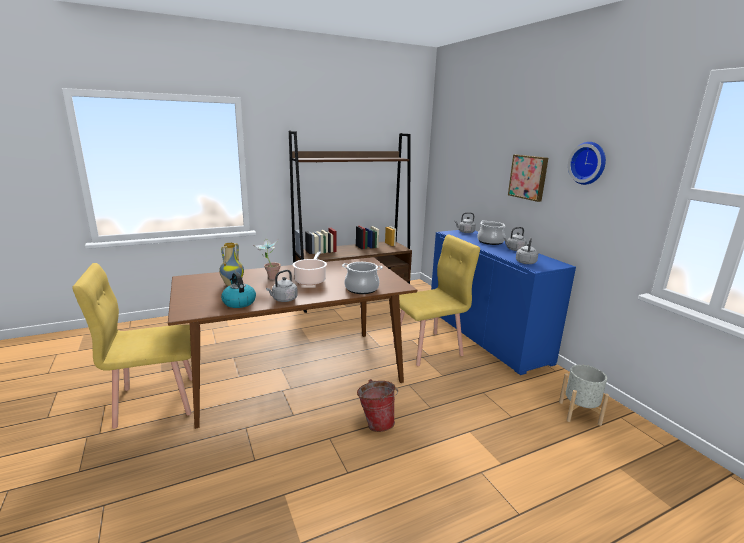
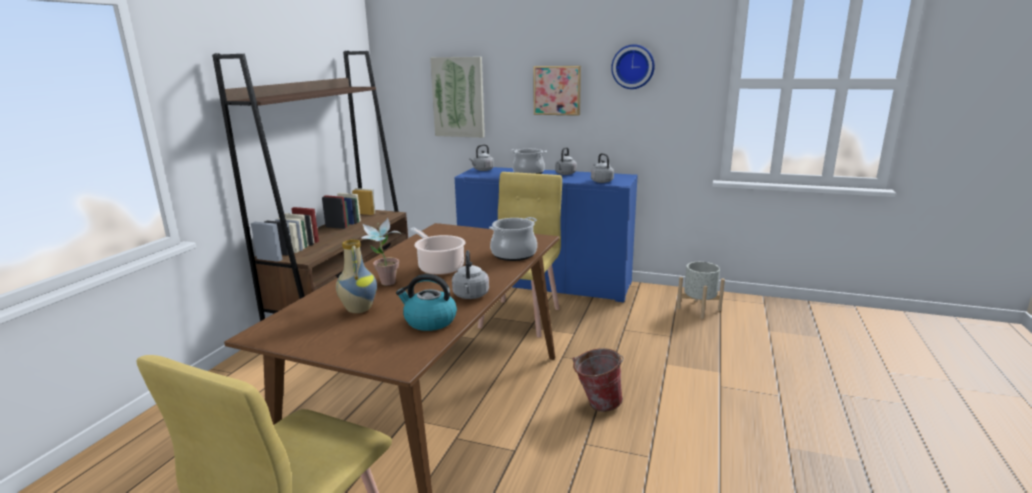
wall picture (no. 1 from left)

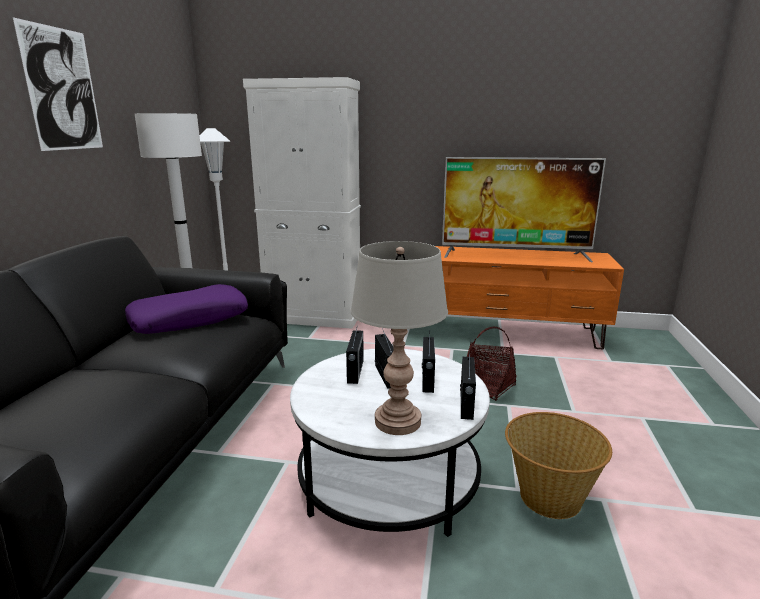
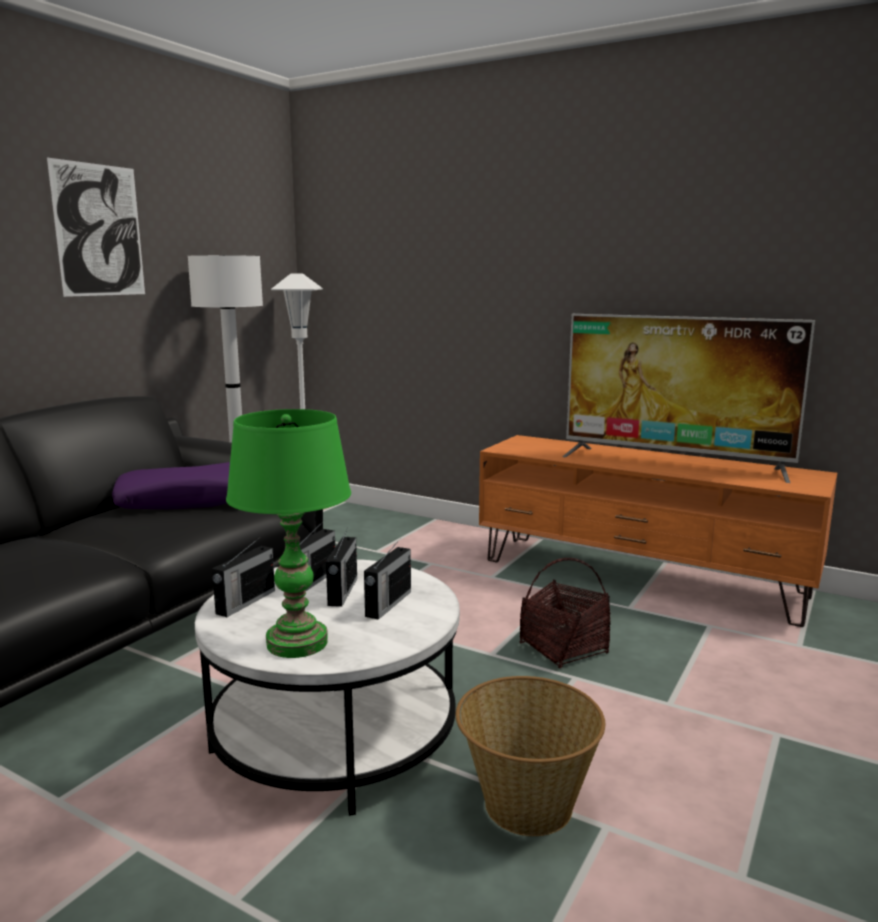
cupboard (whitish); table lamp (green); radio receiver (no. 1 from left)

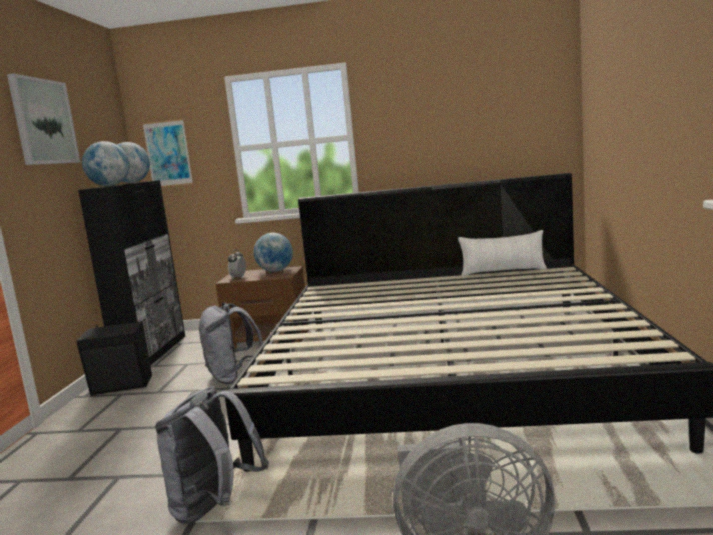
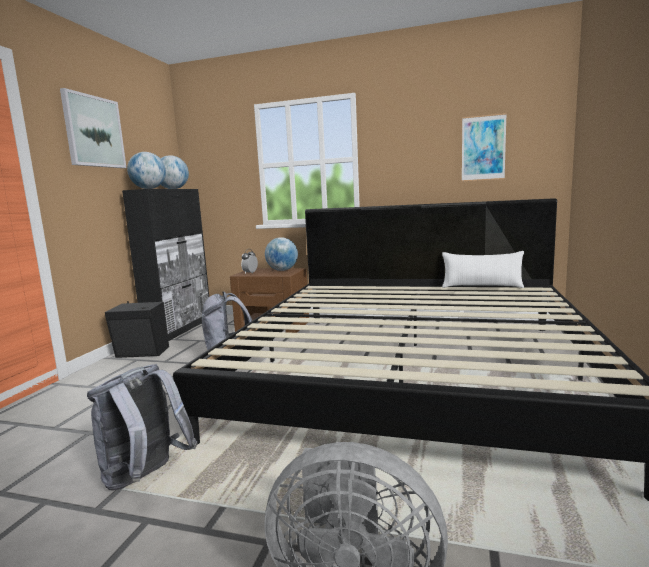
wall picture (no. 2 from left)

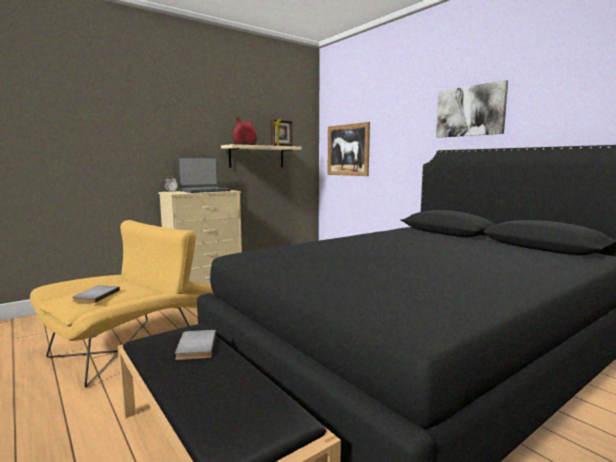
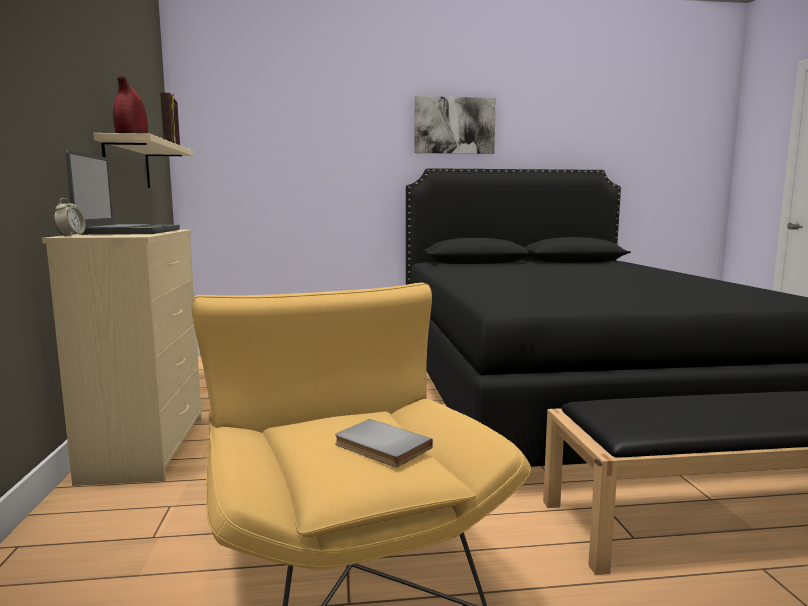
bound book (grey) (no. 2 from left in the first image); wall picture (no. 1 from left in the first image)

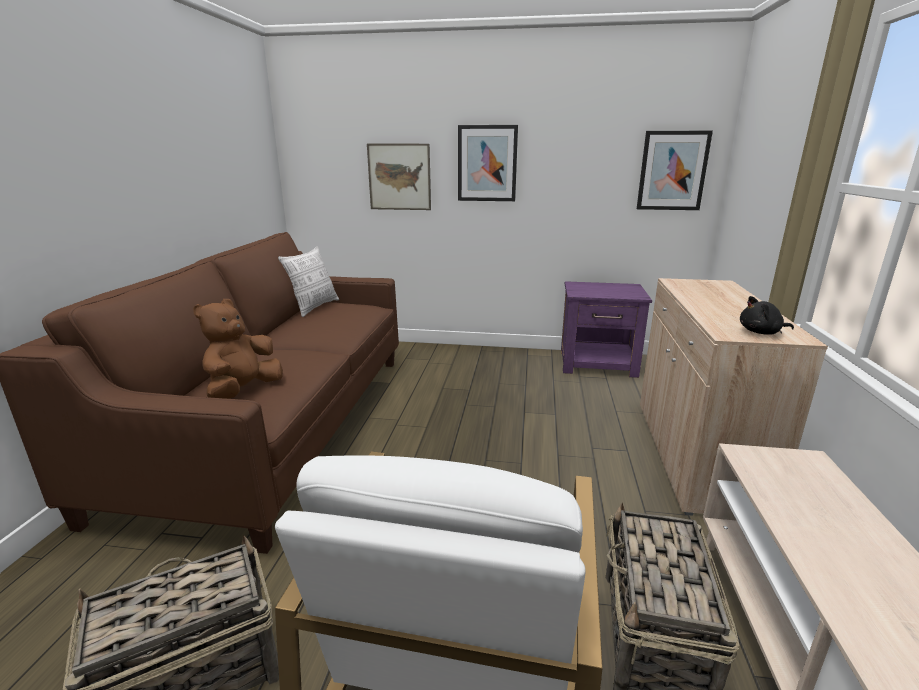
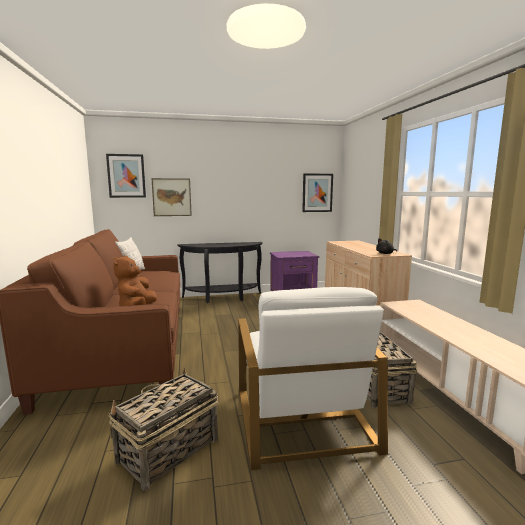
wall picture (no. 1 from left); console table (blackish)

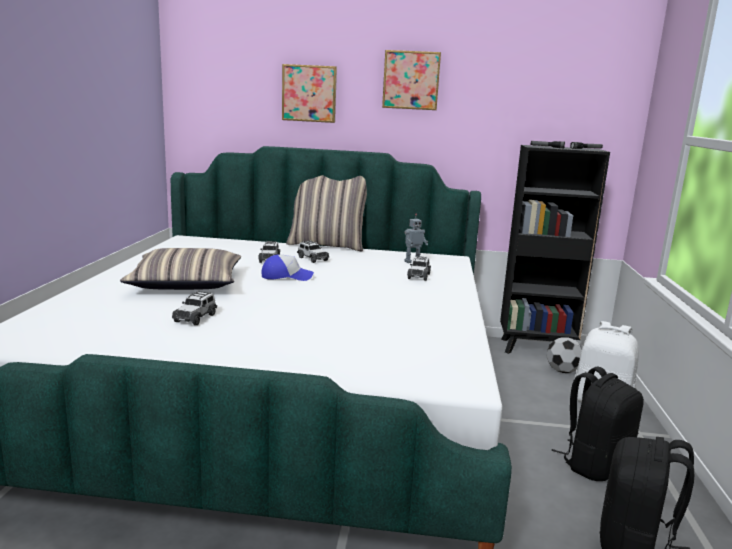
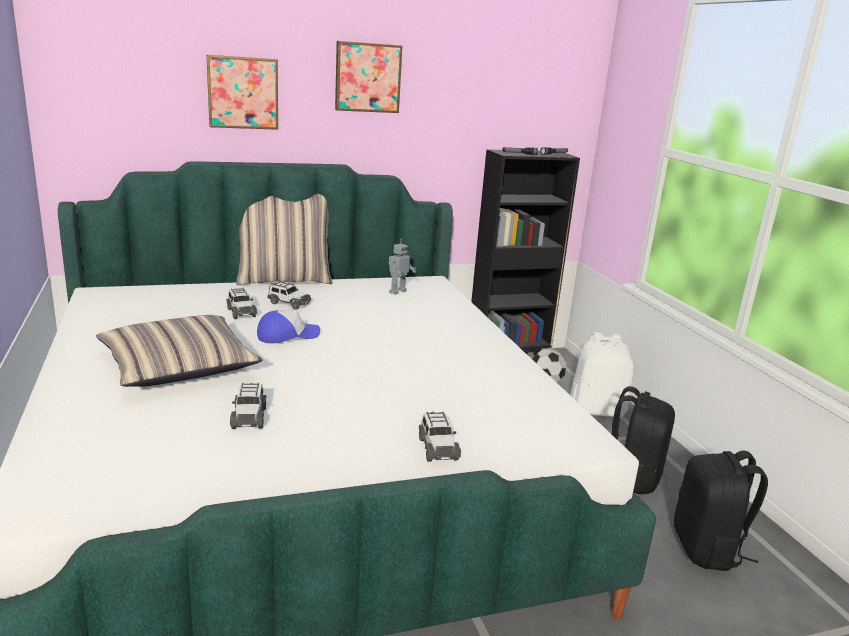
toy car (no. 4 from left)

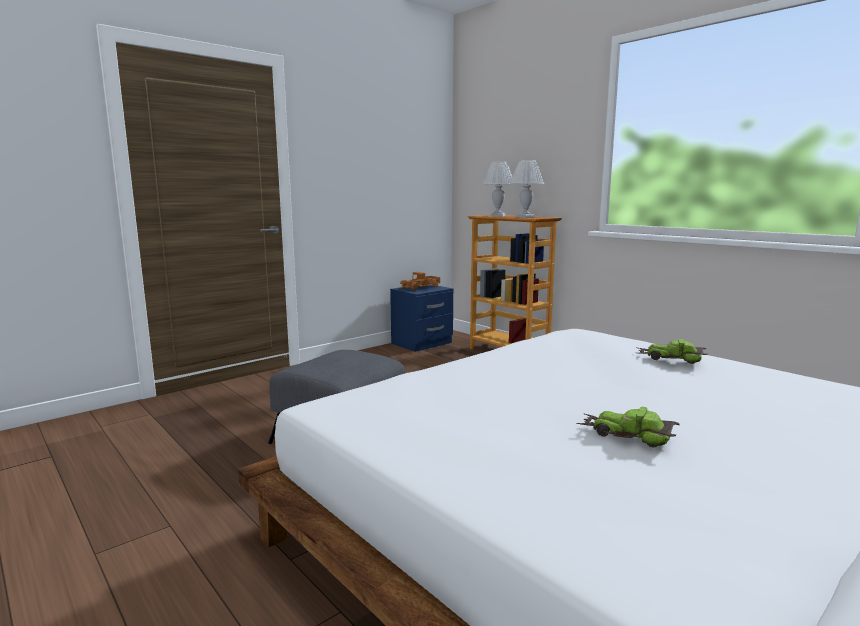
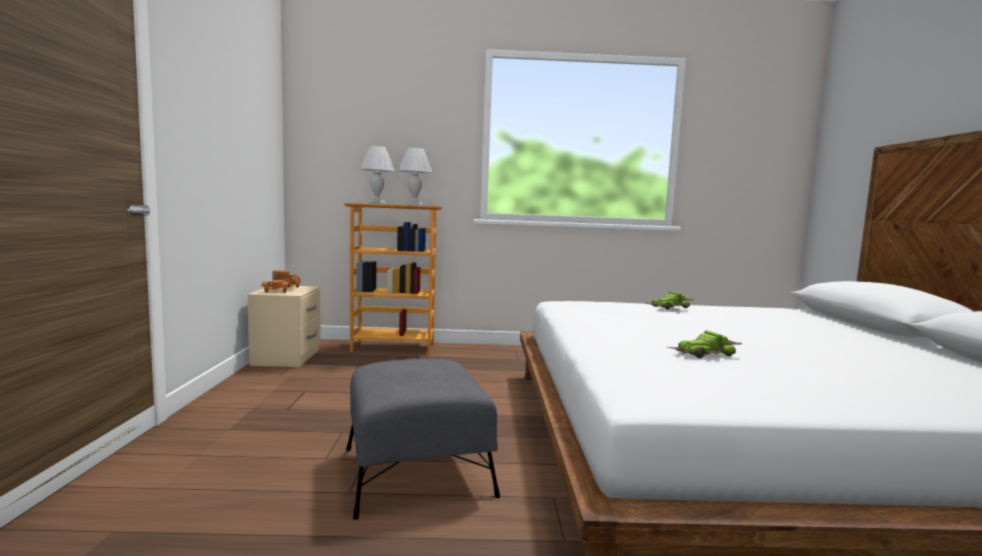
bedside table (beige); toy car (no. 2 from left)

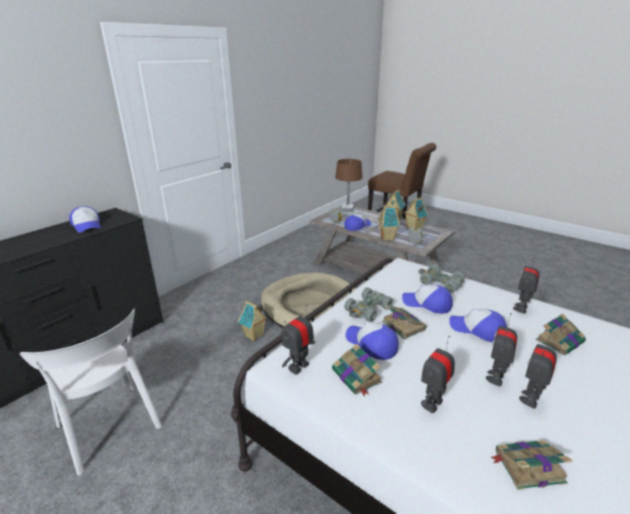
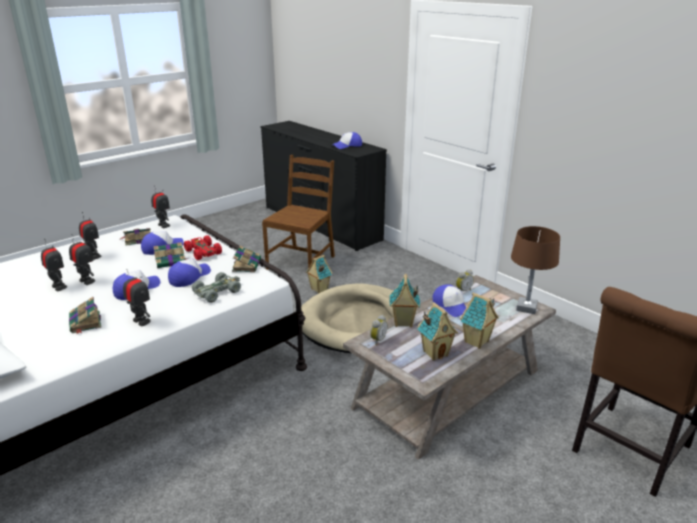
upright chair (whitish); toy car (reddish); bound book (no. 4 from left); upright chair (brownish) (no. 1 from left)

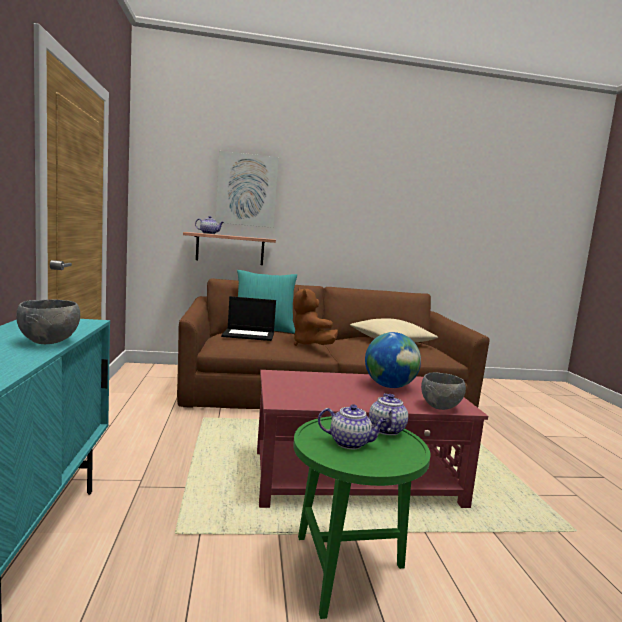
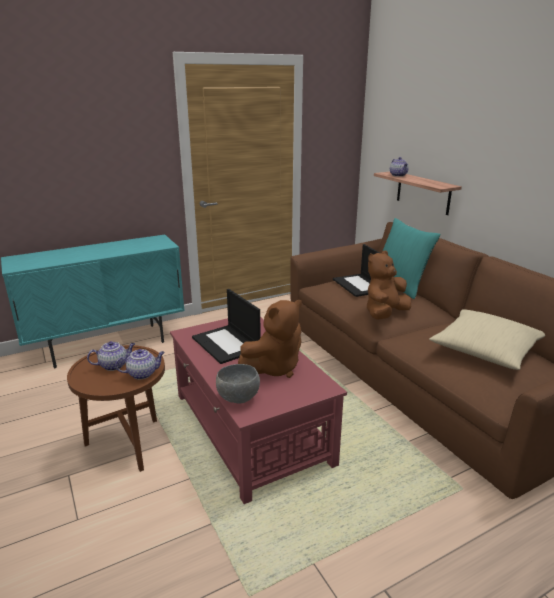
serving bowl (grey) (no. 1 from left in the first image); wall picture; side table (brownish); tea pot (no. 1 from left); soft toy (brownish) (no. 1 from left); notebook computer (no. 1 from left)

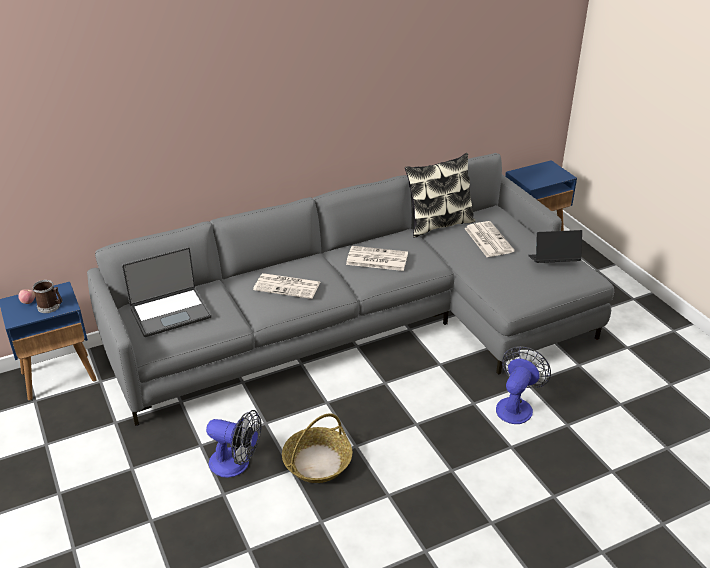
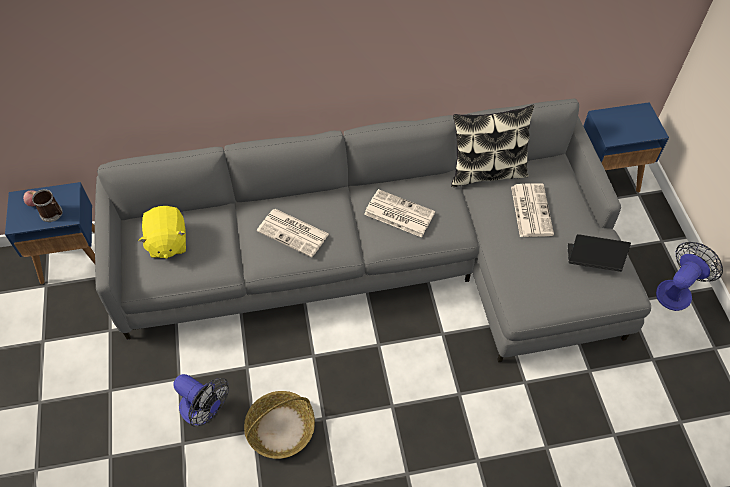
soft toy (yellowish); cooling fan (no. 2 from left)

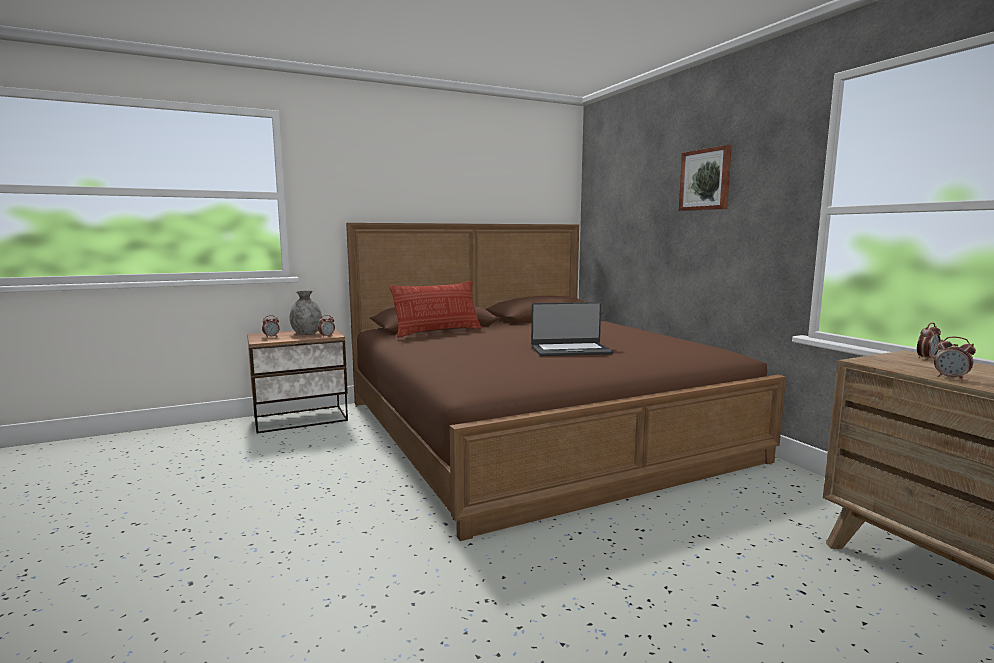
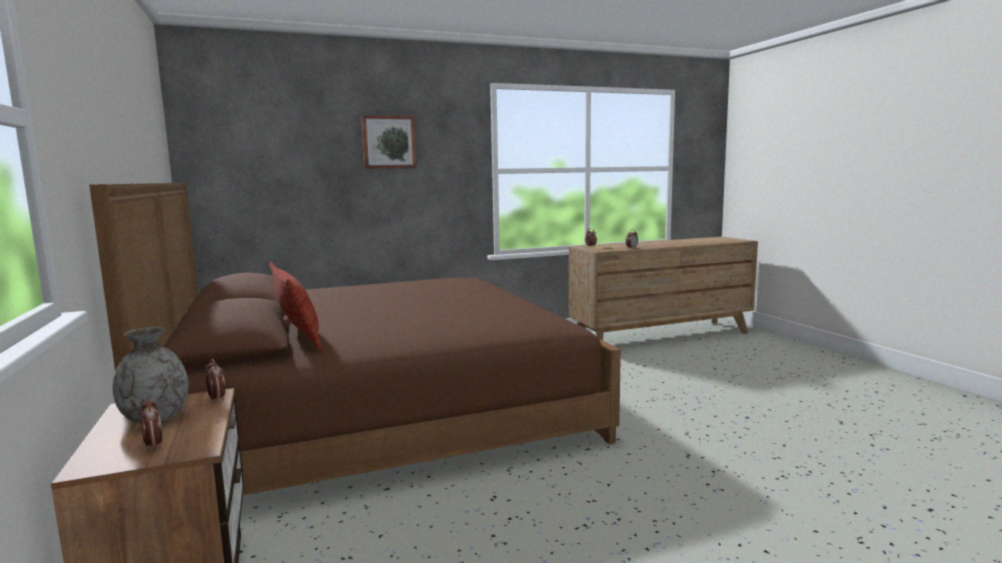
notebook computer

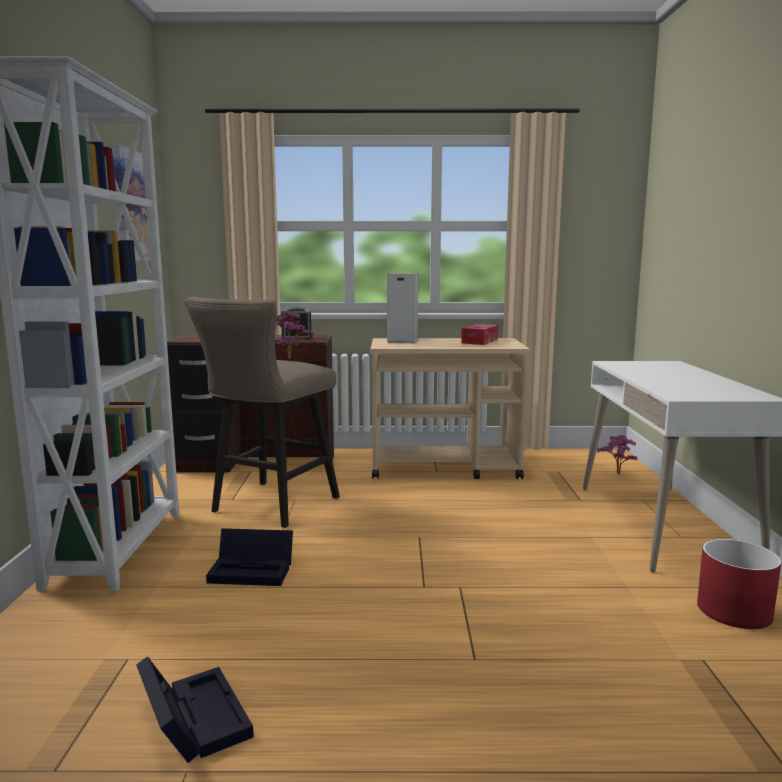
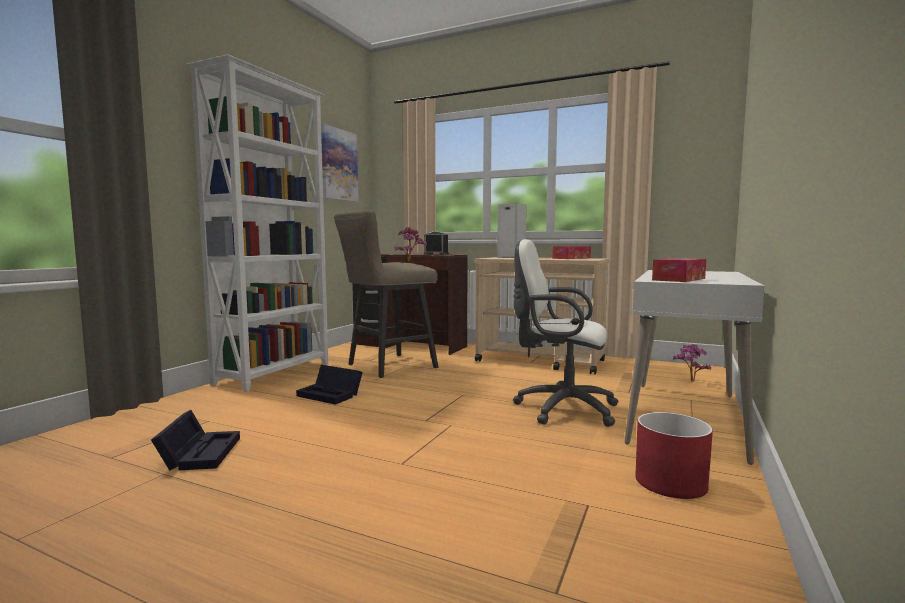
computer chair (whitish); tissue box (no. 2 from left)

